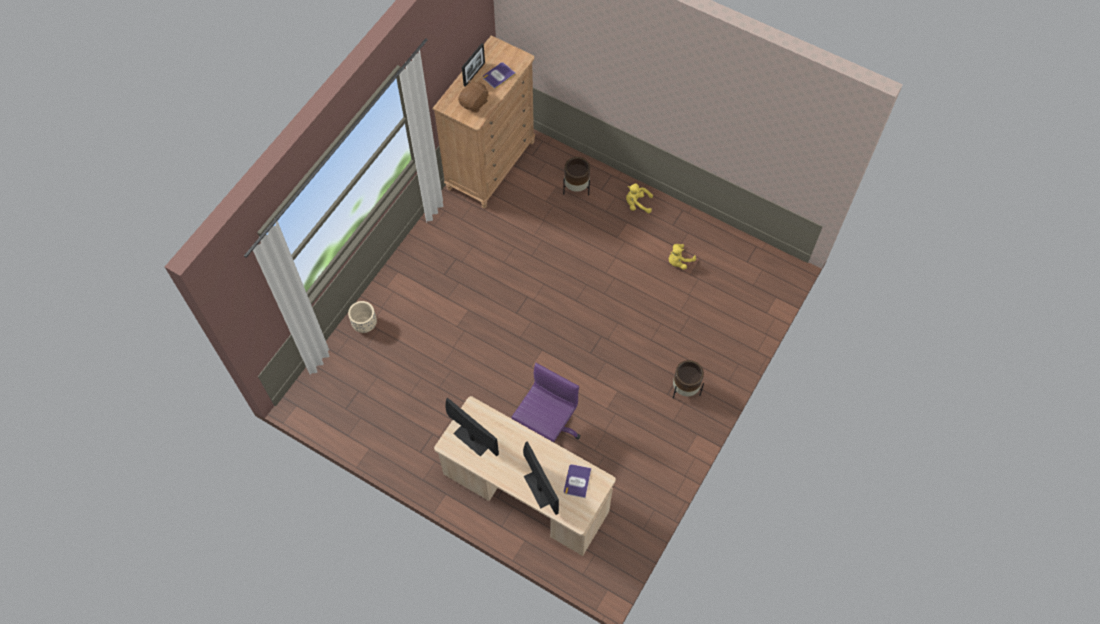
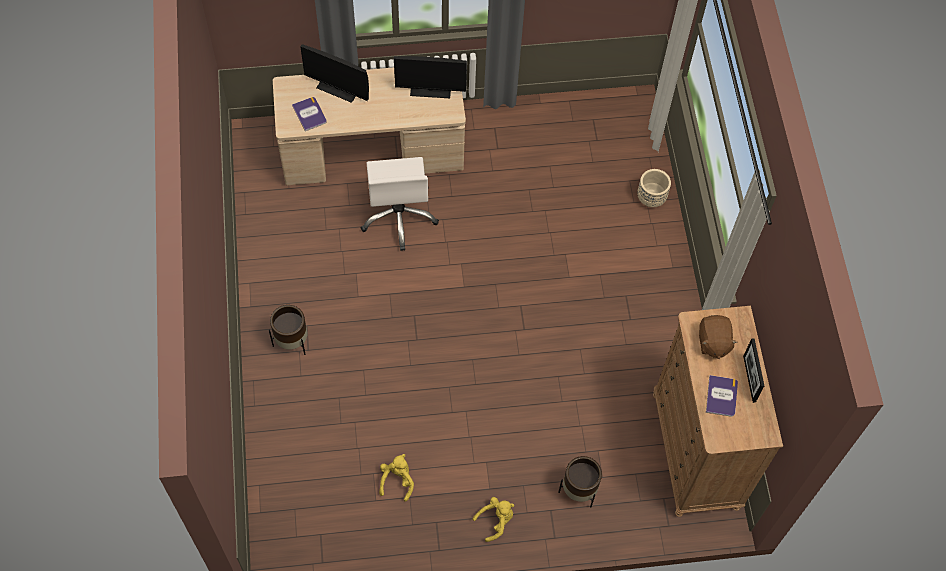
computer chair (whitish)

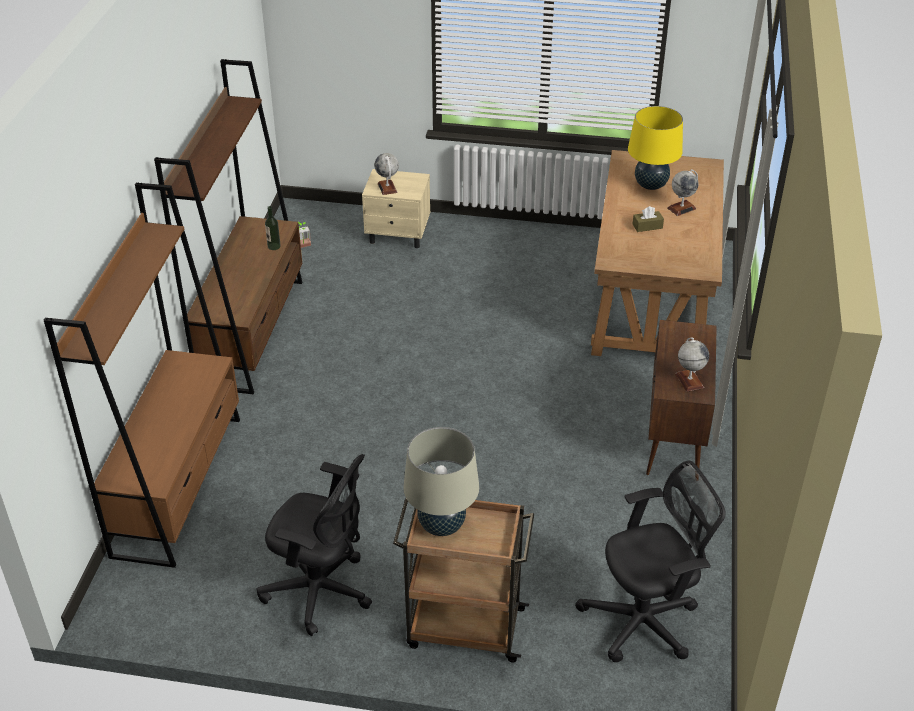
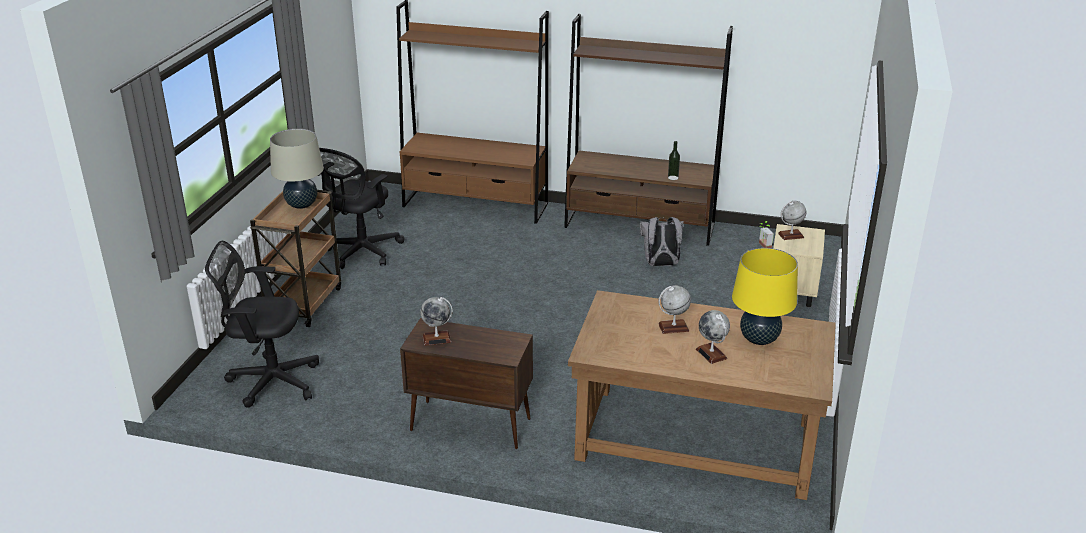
computer chair (blackish) (no. 1 from left); desk globe (no. 2 from left); rucksack (grey)

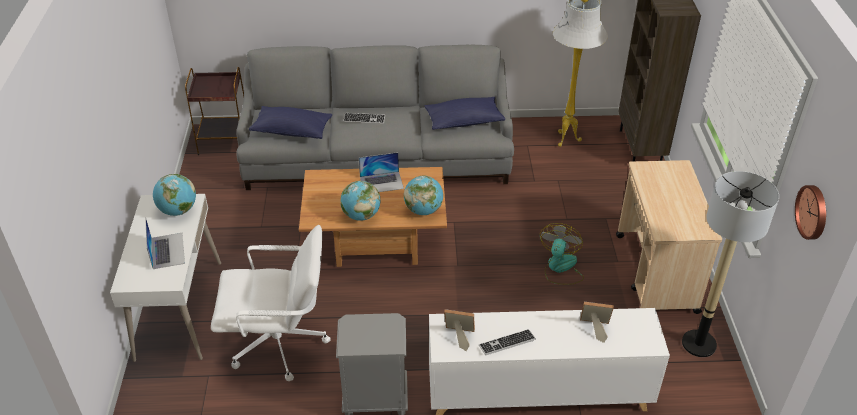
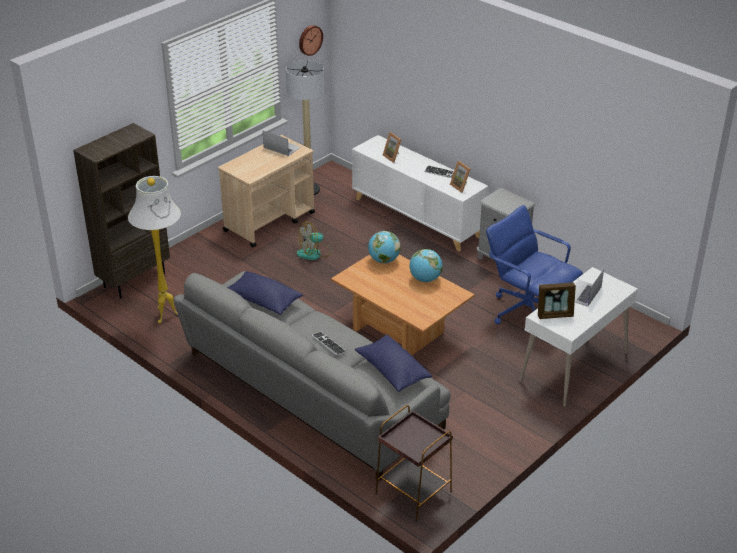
standing frame (no. 3 from left); computer chair (blue); notebook computer (no. 1 from left)

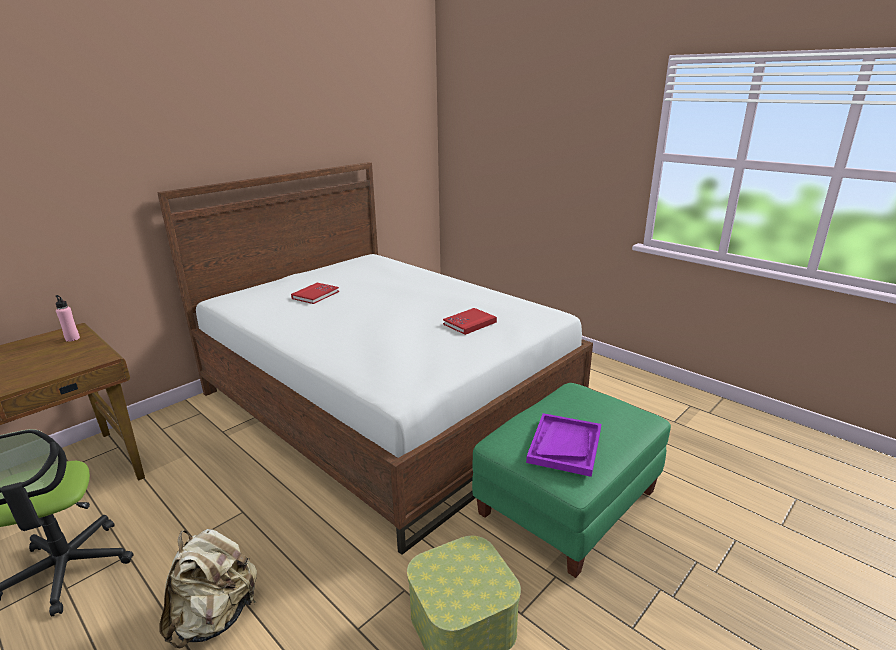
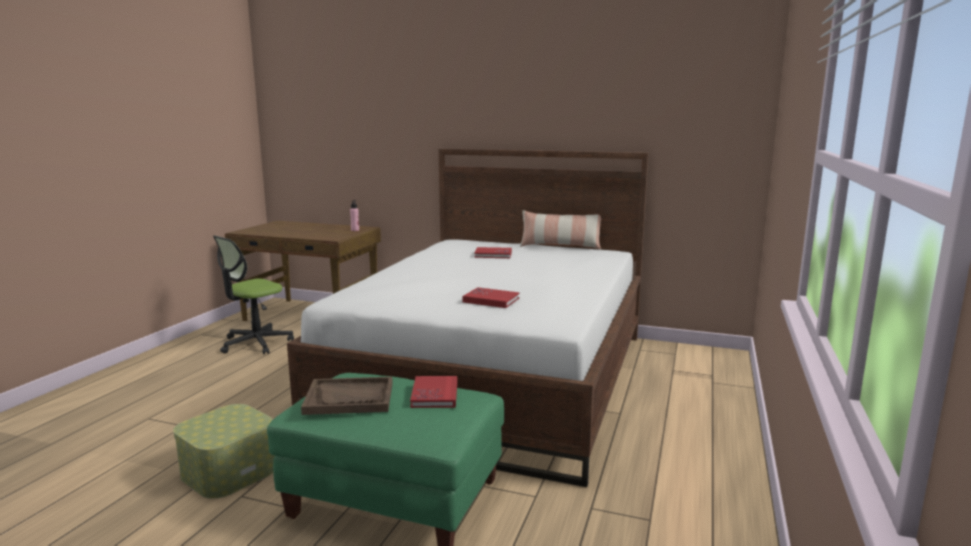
rucksack (beige); serving tray (brownish); bound book (reddish) (no. 1 from left); cushion

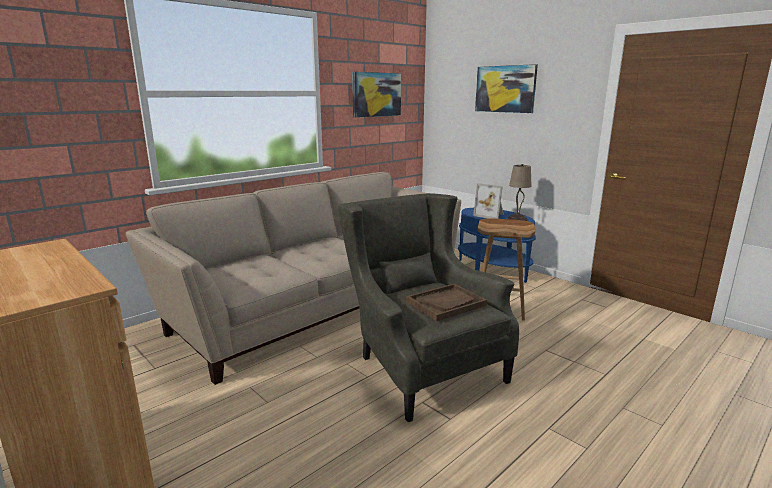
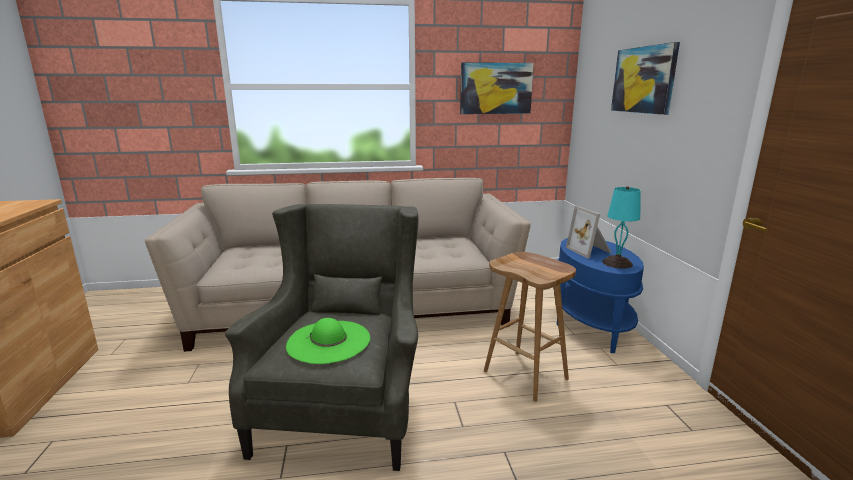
wearable hat (green); table lamp (blue-green)

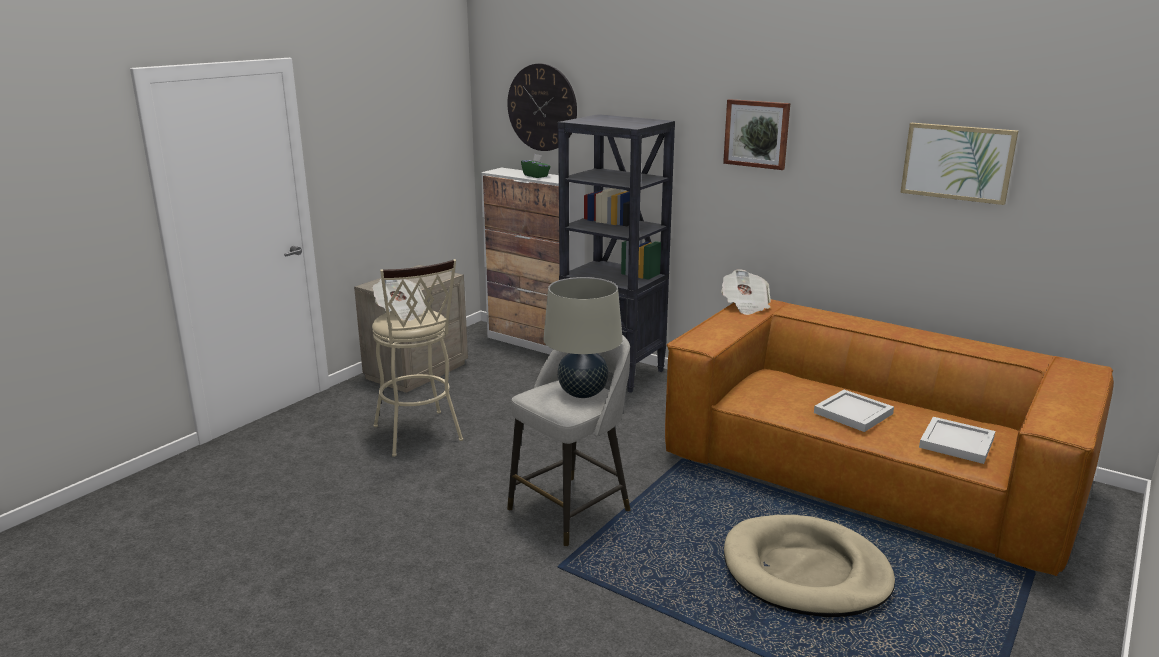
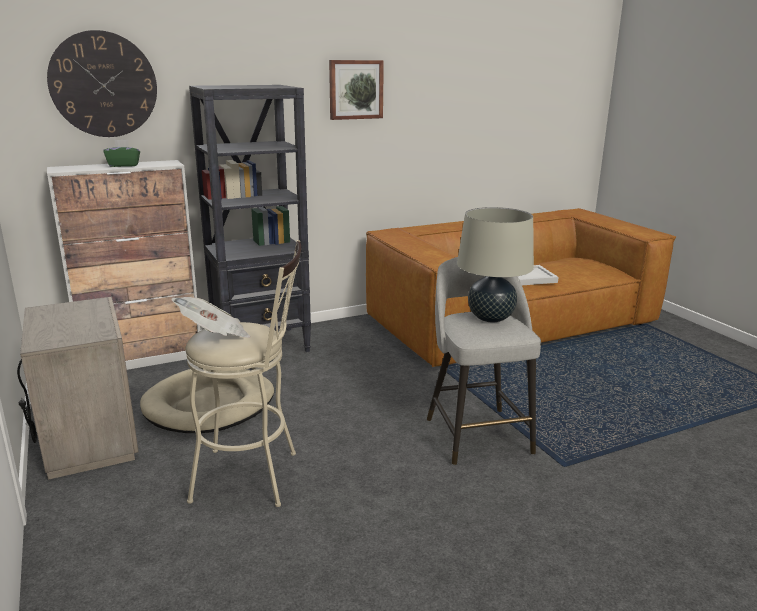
printed paper (no. 2 from left in the first image); dog cushion (beige); wall picture (no. 2 from left in the first image); serving tray (whitish) (no. 2 from left in the first image)

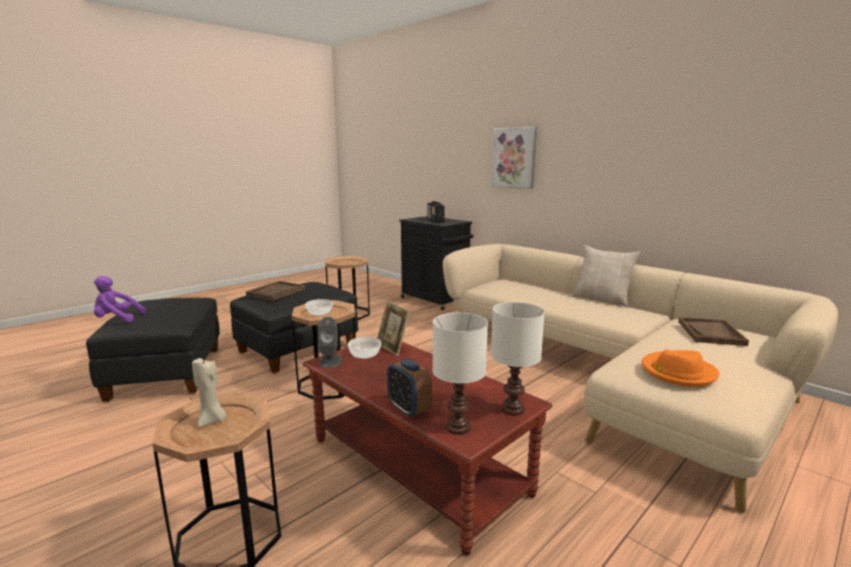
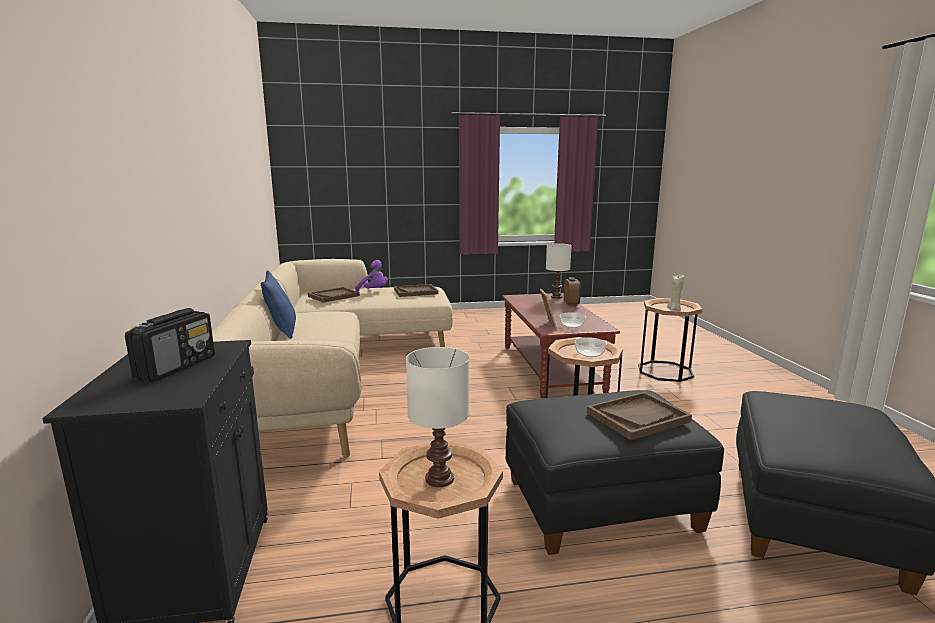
soft toy (purple); loudspeaker (grey); table lamp (whitish) (no. 1 from left); wall picture; cushion (blue); serving tray (brownish) (no. 2 from left)

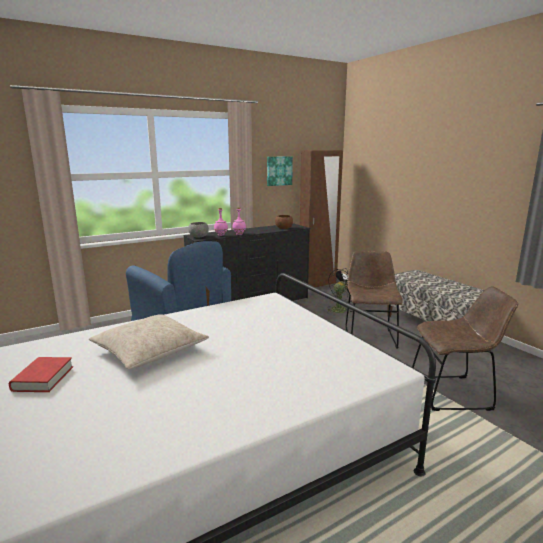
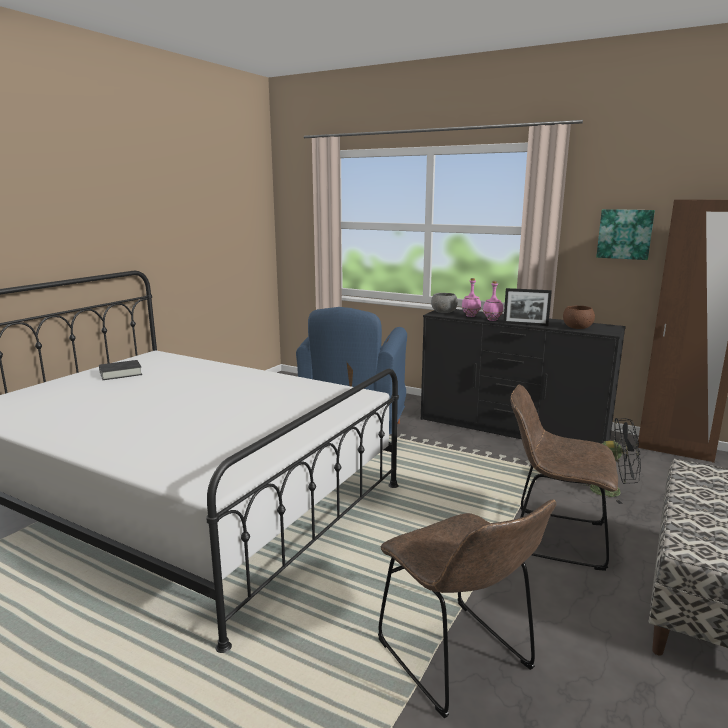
bound book (blackish); cushion (beige); upright chair (brownish) (no. 2 from left); standing frame

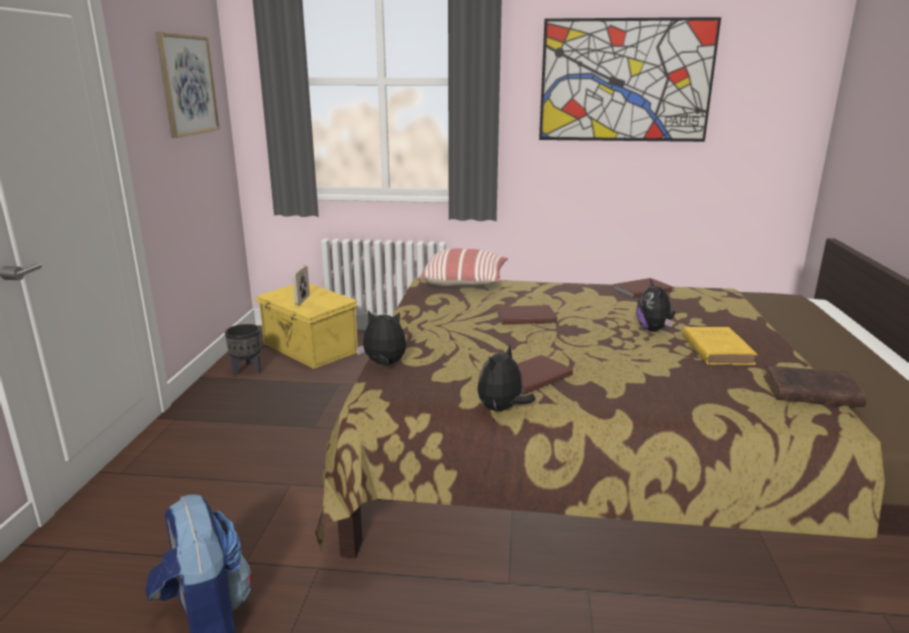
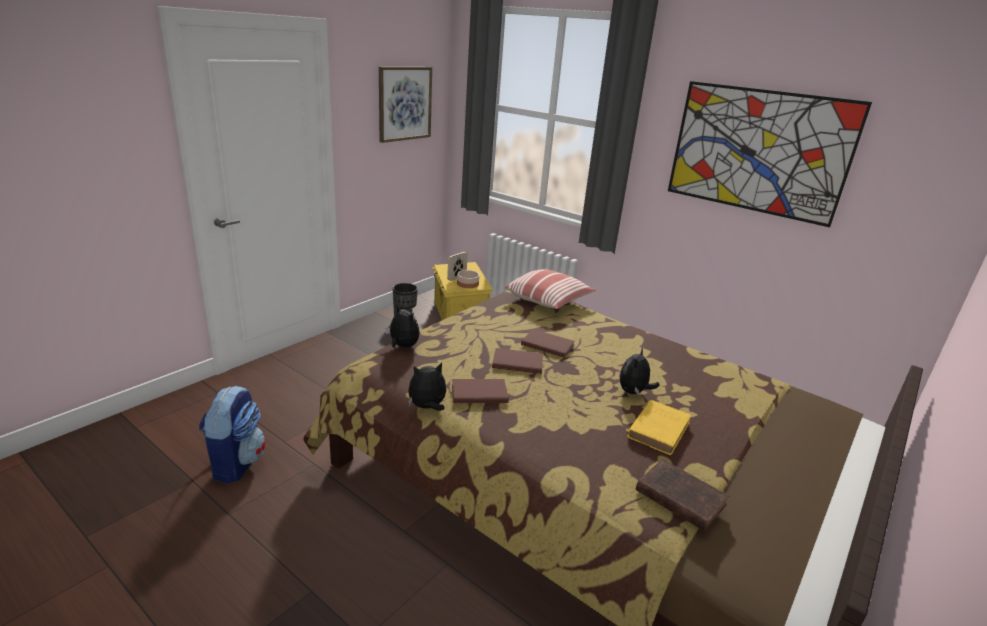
bound book (brownish) (no. 2 from left); serving bowl

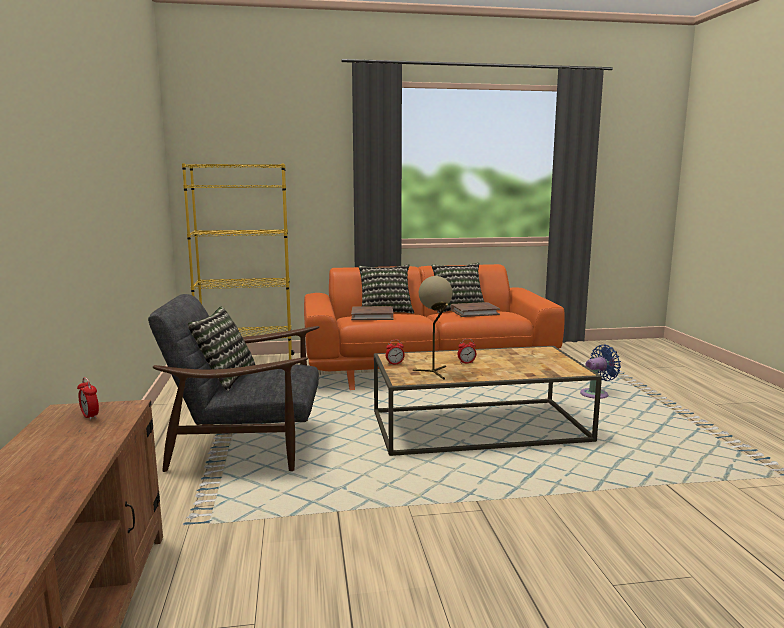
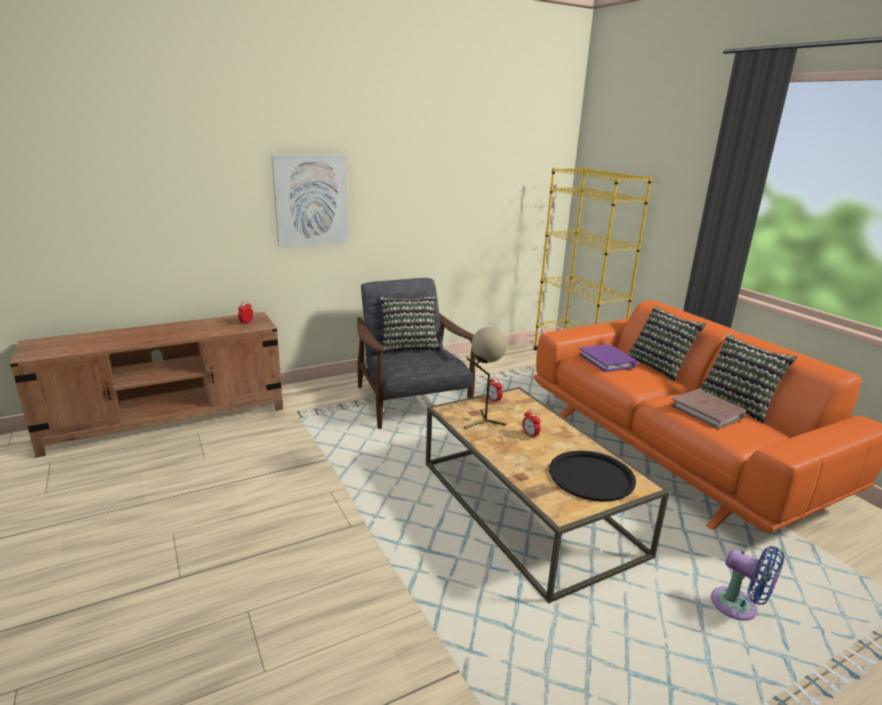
bound book (purple); wall picture; serving tray (blackish)

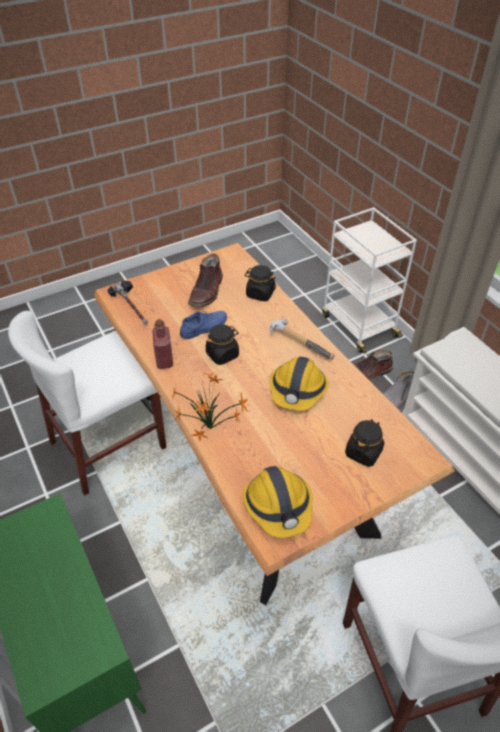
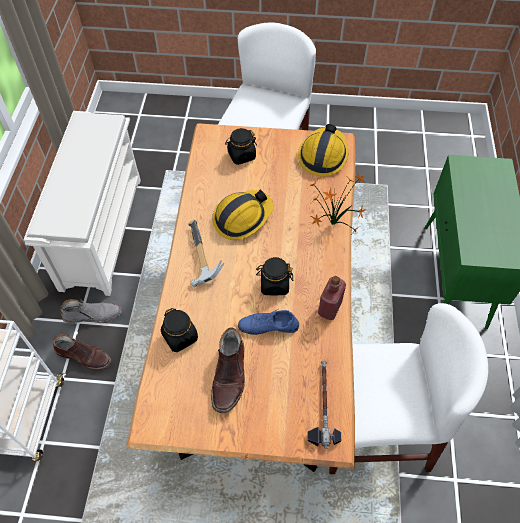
tall boot (brownish) (no. 2 from left)

